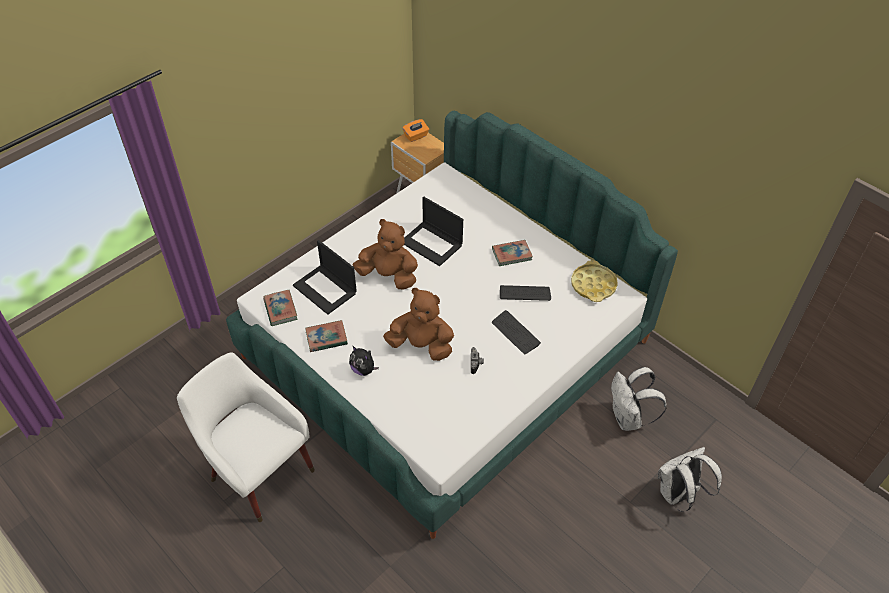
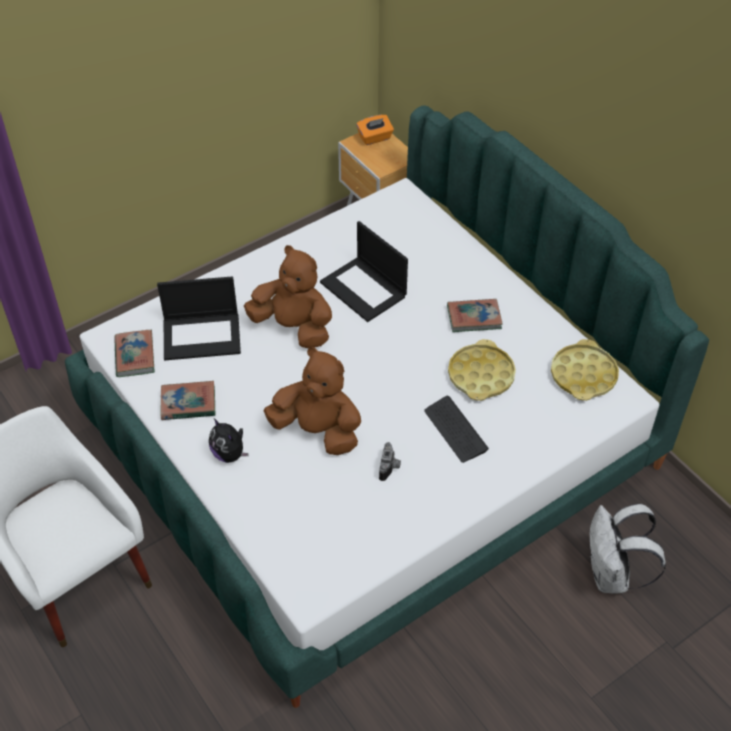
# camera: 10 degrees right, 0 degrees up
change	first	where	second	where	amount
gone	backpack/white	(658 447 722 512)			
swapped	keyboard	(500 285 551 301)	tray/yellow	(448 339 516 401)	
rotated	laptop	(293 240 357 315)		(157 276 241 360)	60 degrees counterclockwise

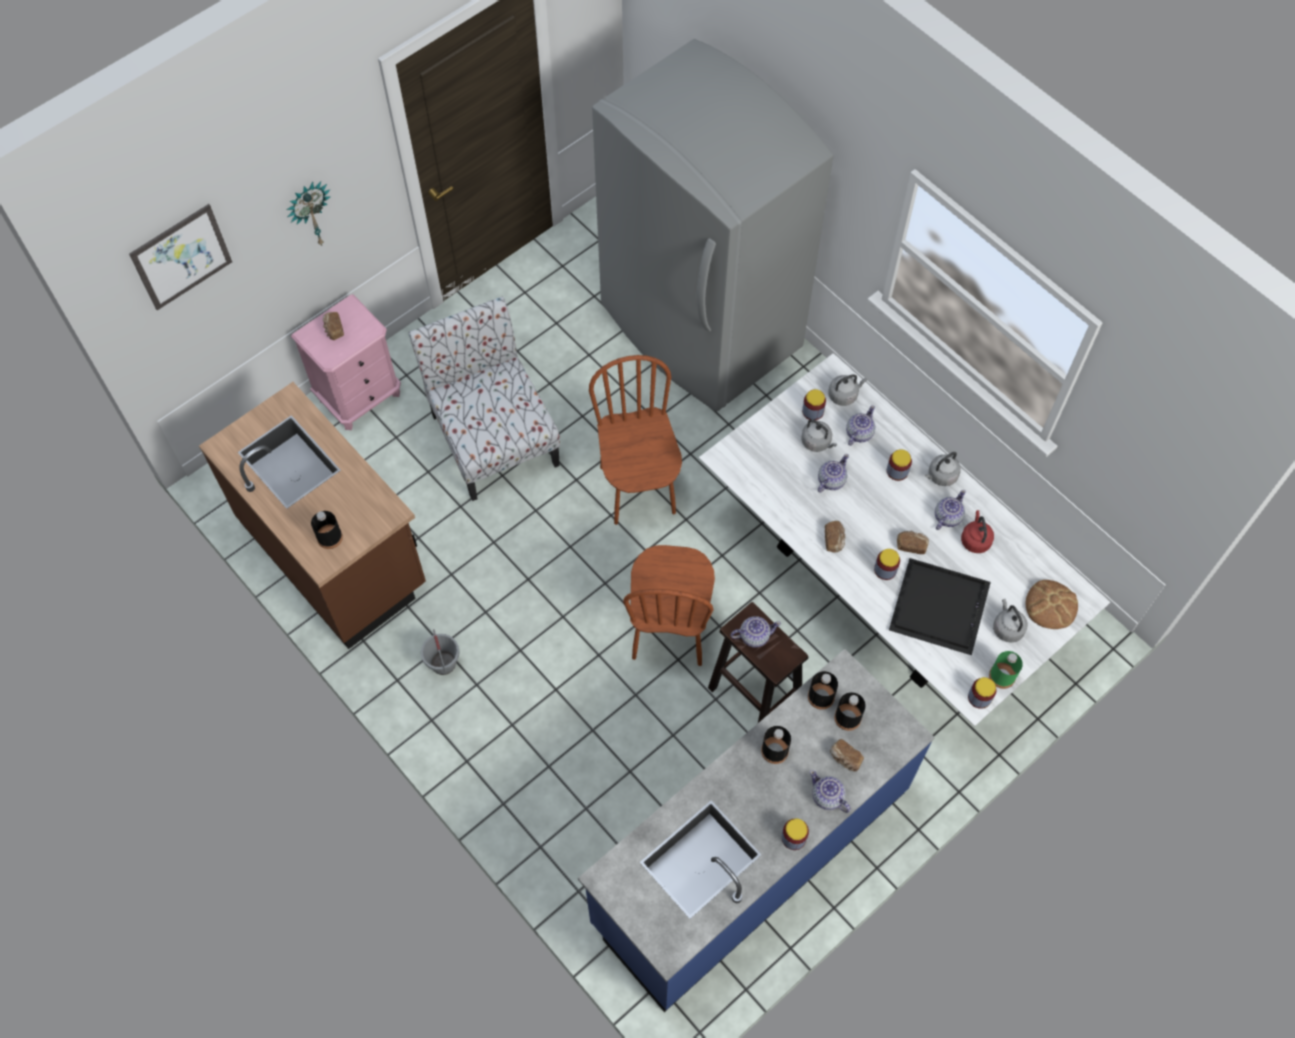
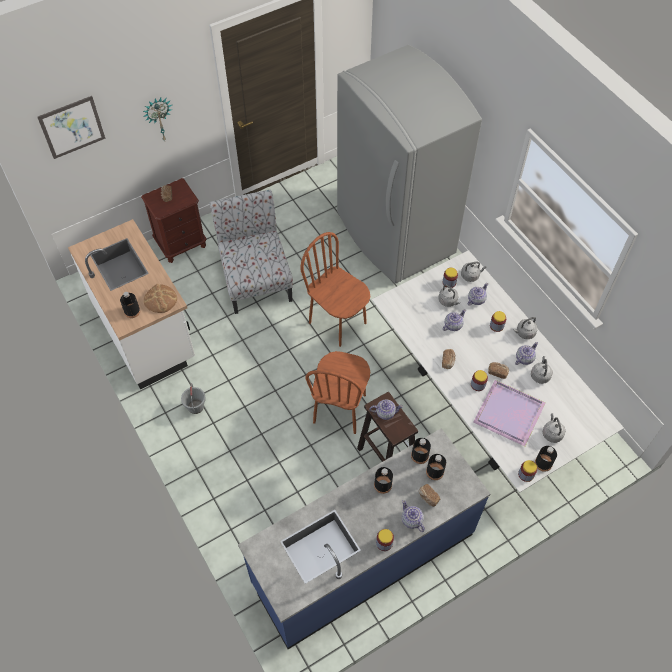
# camera: 10 degrees right, 5 degrees down
change	first	where	second	where	amount
shifted	bread	(1026 580 1078 629)		(144 284 177 313)	
repainted	counter/brown	(199 382 426 649)	counter/white	(68 219 195 389)	
repainted	nightstand/pink	(291 294 401 430)	nightstand/brown	(141 178 206 263)	
repainted	tray/black	(889 558 991 655)	tray/purple	(474 380 546 446)	
repainted	kettle/red	(961 510 994 553)	kettle/grey	(531 356 553 384)	
repainted	bottle/green	(989 651 1023 689)	bottle/black	(535 446 557 472)	
rotated	chair/brown	(589 355 682 525)		(300 232 370 347)	45 degrees counterclockwise

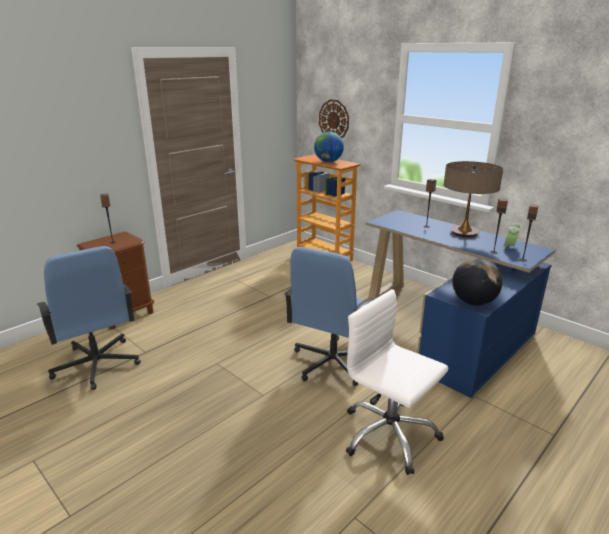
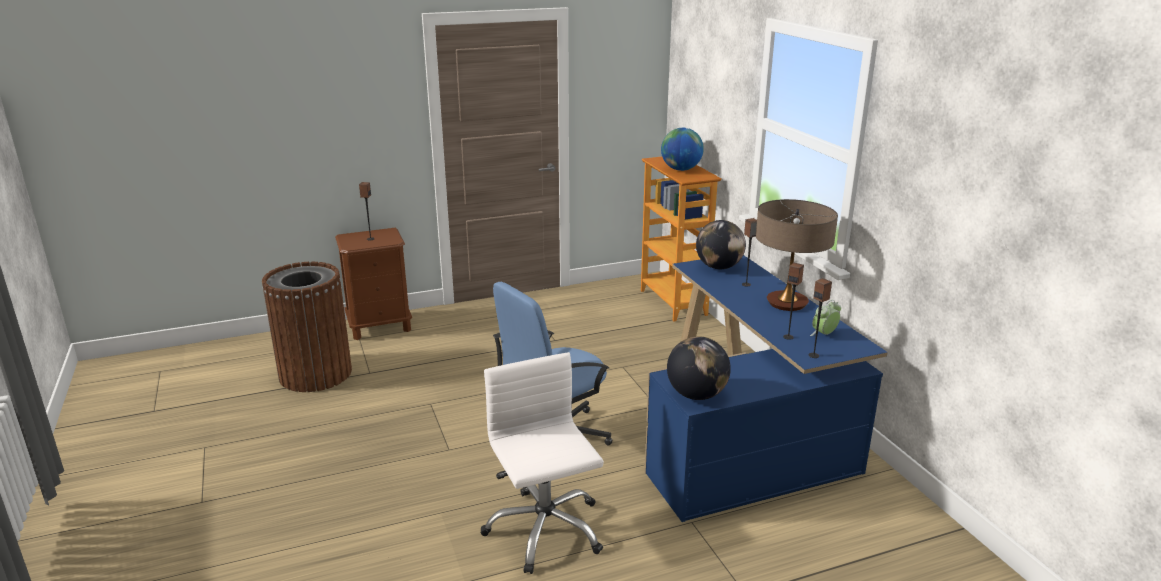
# camera: 25 degrees right, 0 degrees up
change	first	where	second	where	amount
gone	wall clock	(319 99 349 138)			
new			globe	(696 220 746 269)	
swapped	office chair/blue	(37 246 141 390)	trash can/brown	(262 262 352 392)	

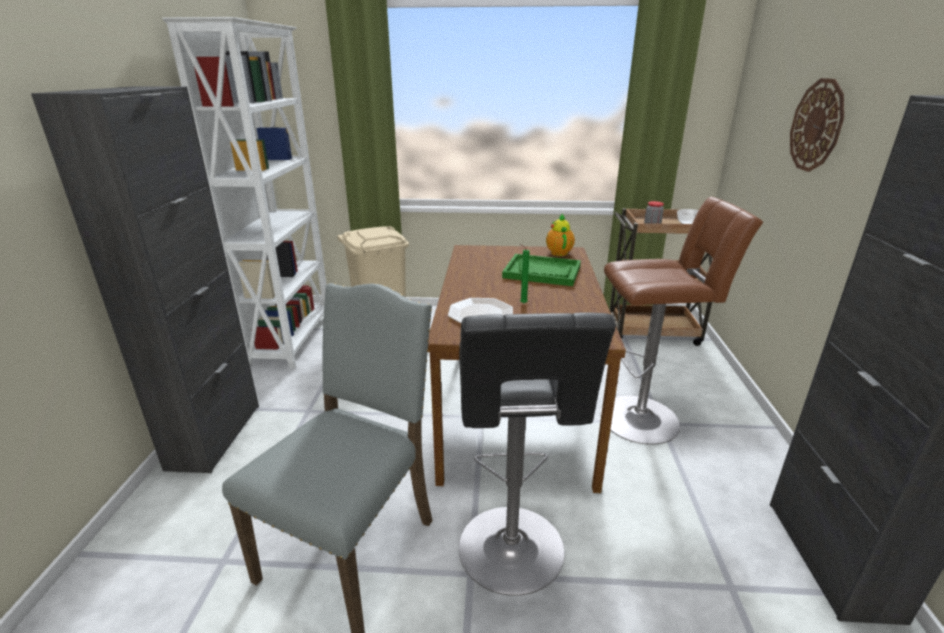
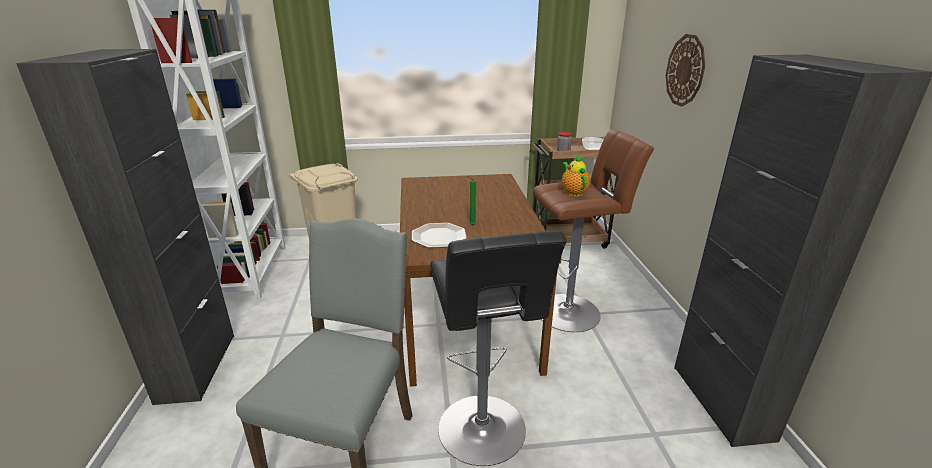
# camera: 10 degrees left, 0 degrees up
change	first	where	second	where	amount
gone	tray/green	(502 254 581 286)			
shifted	teapot	(546 214 575 256)		(562 154 590 196)	

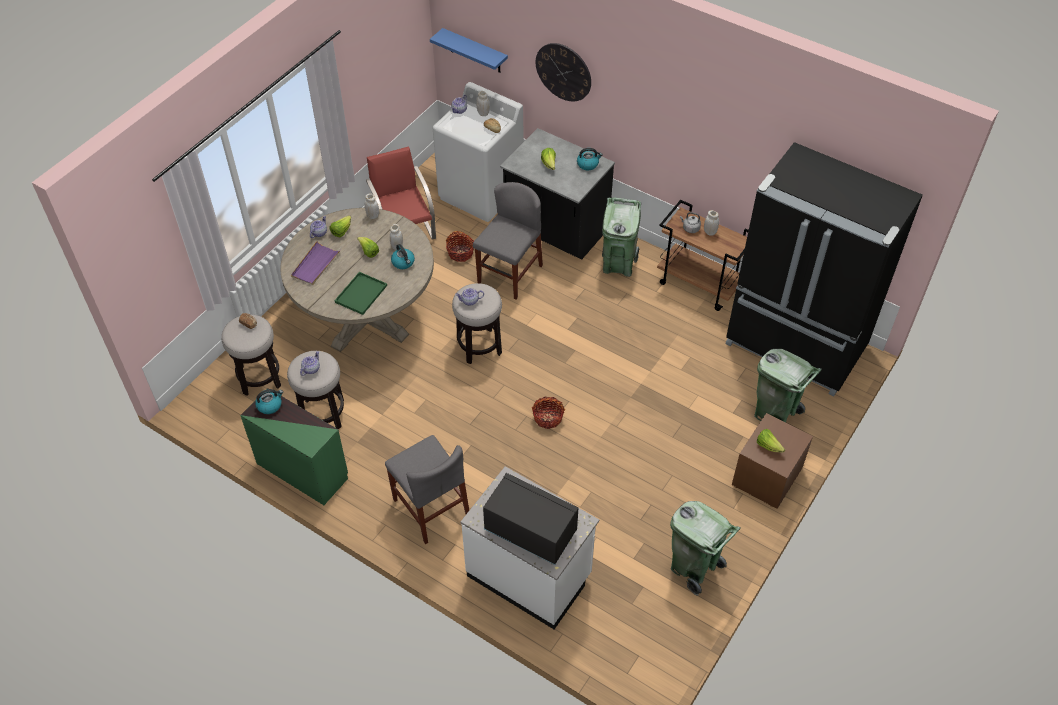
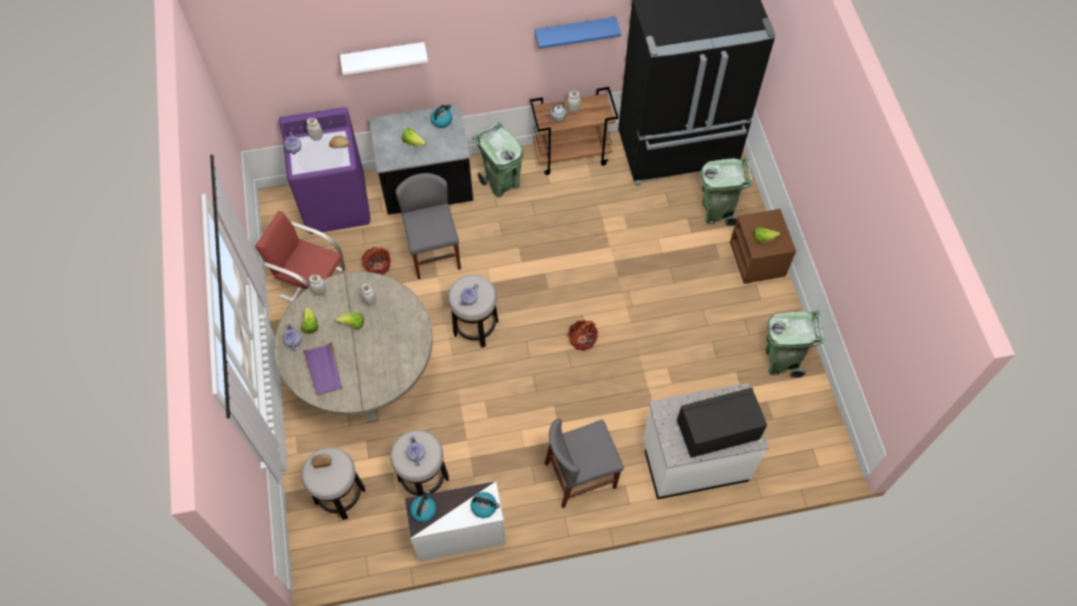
# camera: 45 degrees left, 10 degrees up
change	first	where	second	where	amount
gone	tray/green	(335 272 387 315)			
shifted	kettle	(391 244 415 269)		(470 492 500 518)	
shifted	shelf/blue	(430 28 508 73)		(535 17 621 49)	
swapped	wall clock	(536 43 591 101)	shelf/white	(340 42 428 75)	
repainted	dresser/green	(240 388 348 505)	dresser/white	(405 481 506 562)	
repainted	washing machine/white	(433 82 524 222)	washing machine/purple	(279 107 371 234)	
rotated	chair/grey	(385 435 469 544)		(545 419 624 508)	150 degrees clockwise

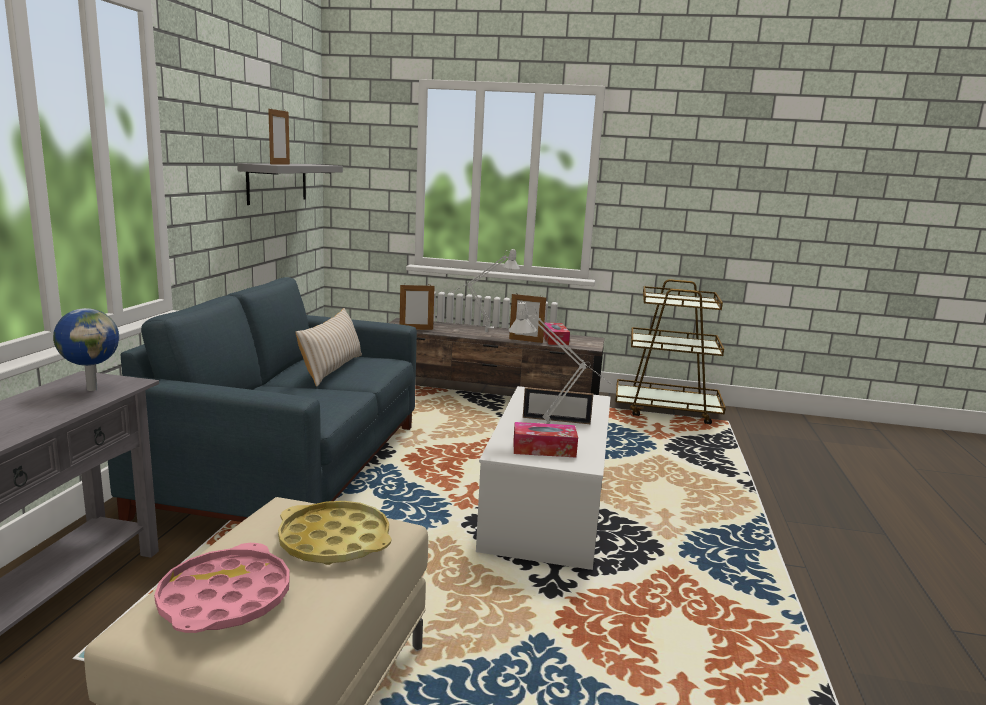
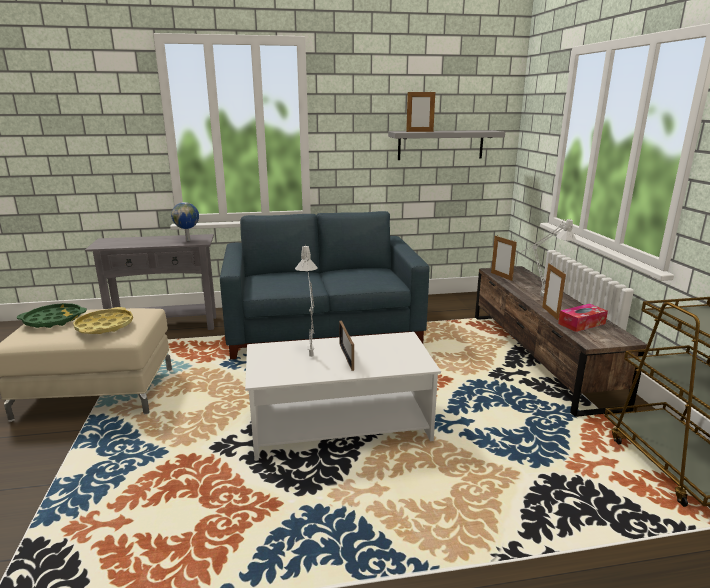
# camera: 70 degrees right, 5 degrees up
change	first	where	second	where	amount
gone	pillow/beige	(295 308 362 387)			
gone	tissue box	(513 422 578 457)			
repainted	tray/pink	(154 543 290 633)	tray/green	(17 303 87 328)	

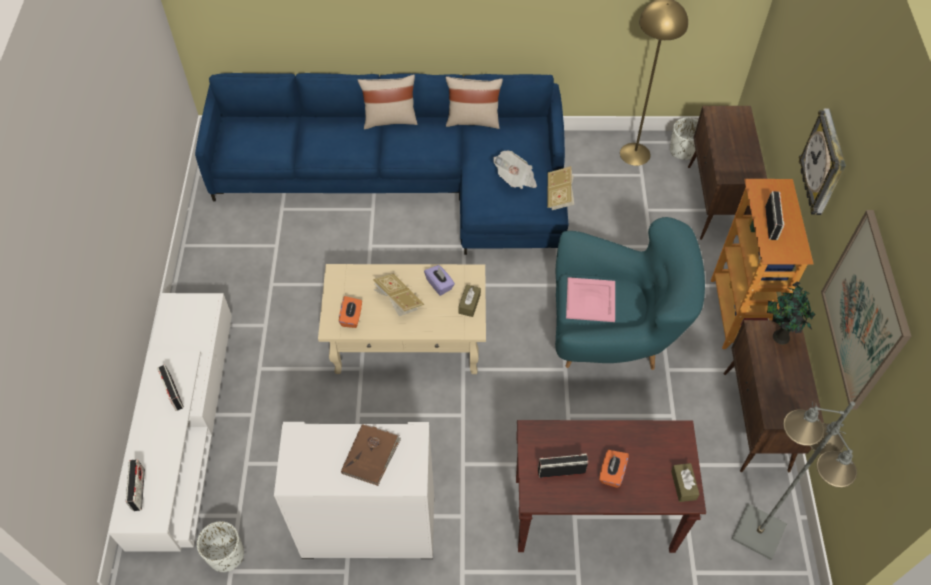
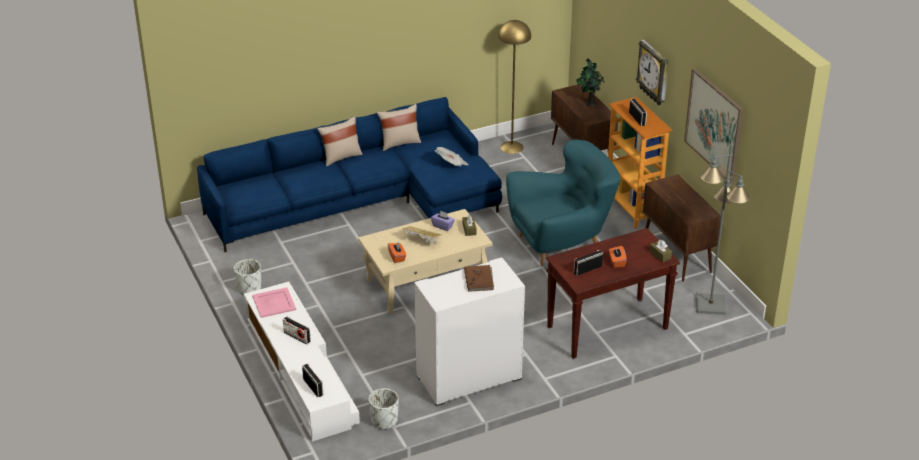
# camera: 25 degrees left, 20 degrees down
change	first	where	second	where	amount
gone	book	(547 166 574 210)			
shifted	tray/pink	(566 277 615 322)		(252 287 296 318)	
shifted	planter/white	(670 117 698 160)		(234 259 261 295)	
shifted	potted plant	(767 281 816 344)		(576 58 605 107)	

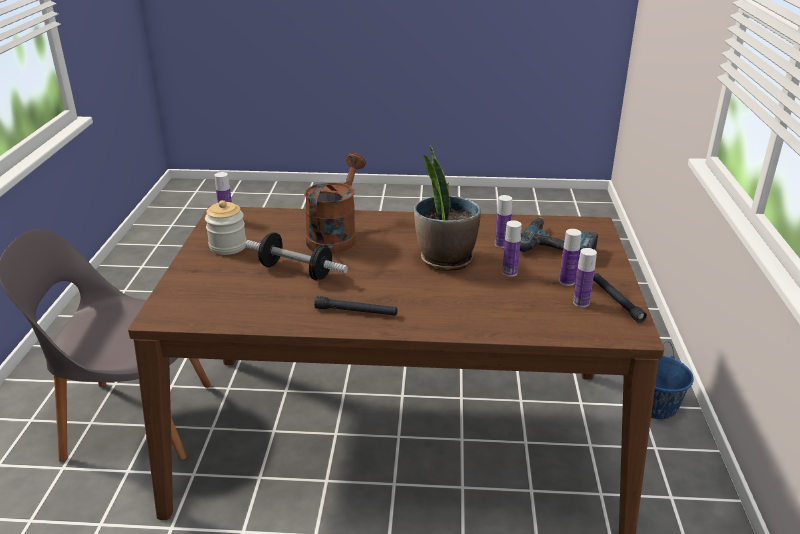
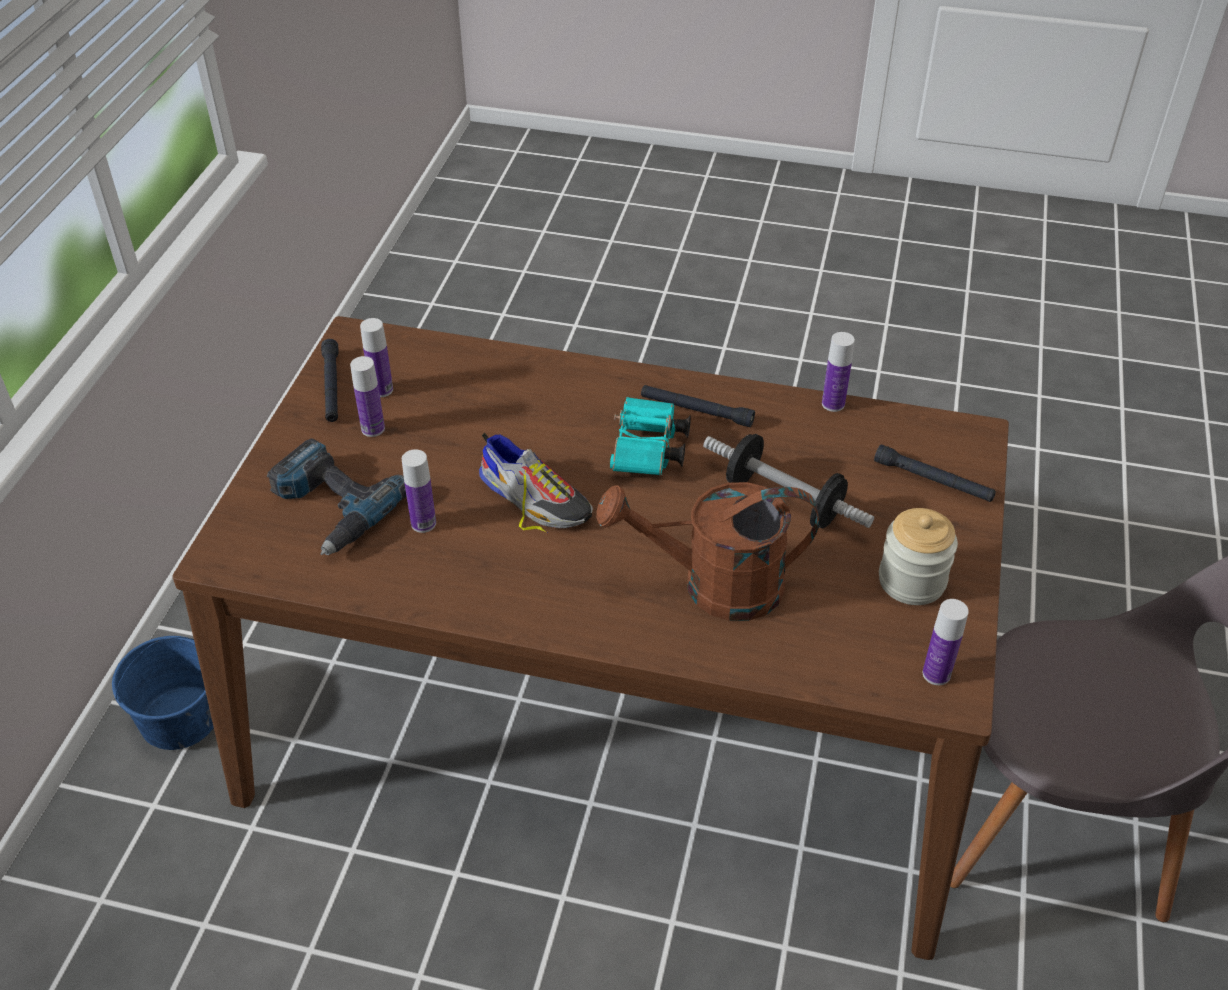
# camera: 170 degrees left, 15 degrees up
change	first	where	second	where	amount
new			binoculars/turquoise	(610 397 691 476)	
new			flashlight/black	(874 444 996 502)	
shifted	bottle	(502 220 522 277)		(822 332 855 412)	
swapped	potted plant	(414 145 481 271)	shoe	(479 433 593 534)	
rotated	watering can/brown	(304 153 366 254)		(596 482 819 621)	60 degrees clockwise

